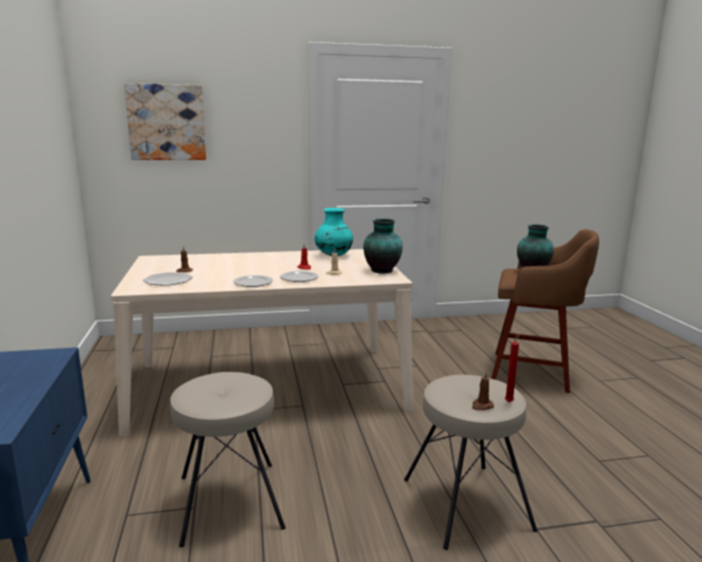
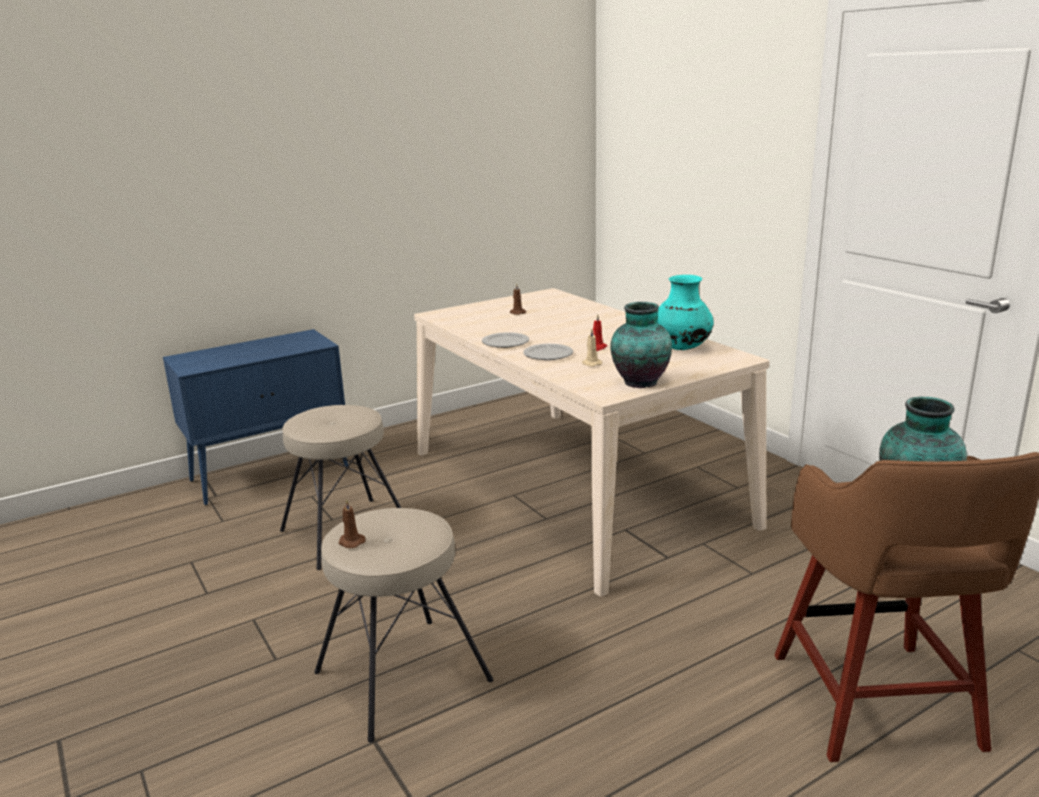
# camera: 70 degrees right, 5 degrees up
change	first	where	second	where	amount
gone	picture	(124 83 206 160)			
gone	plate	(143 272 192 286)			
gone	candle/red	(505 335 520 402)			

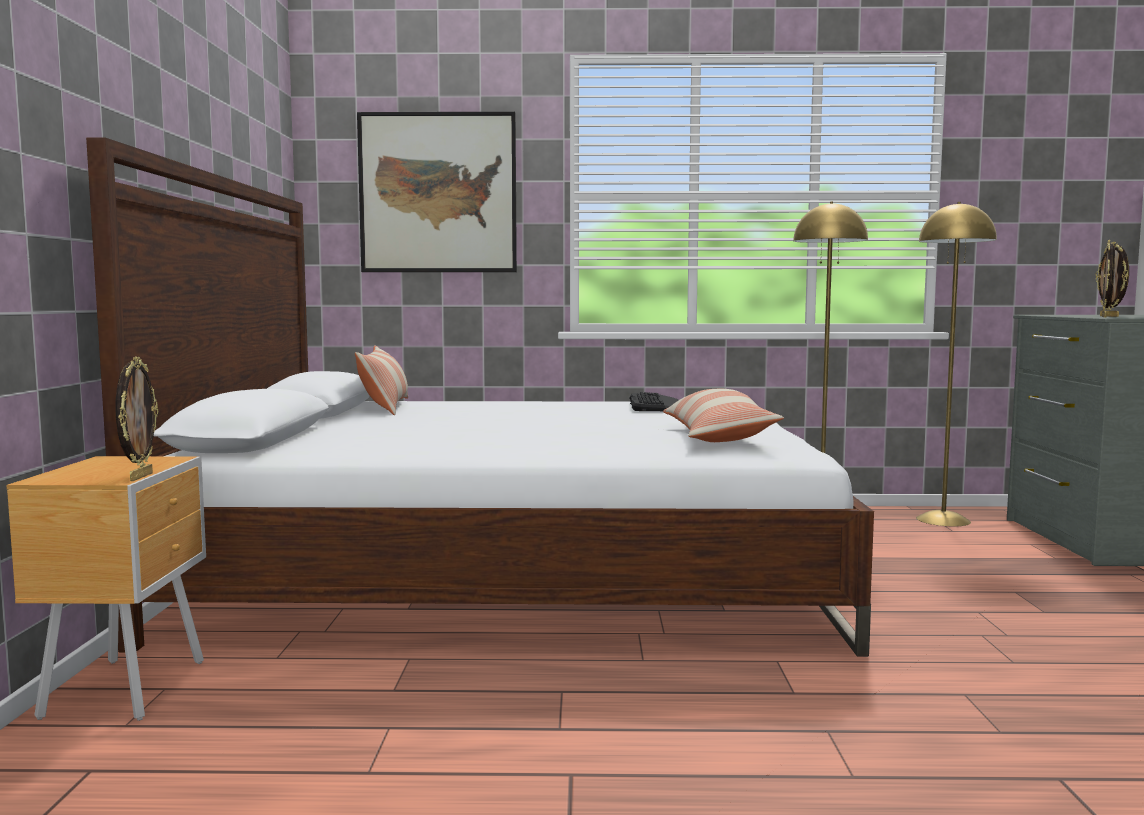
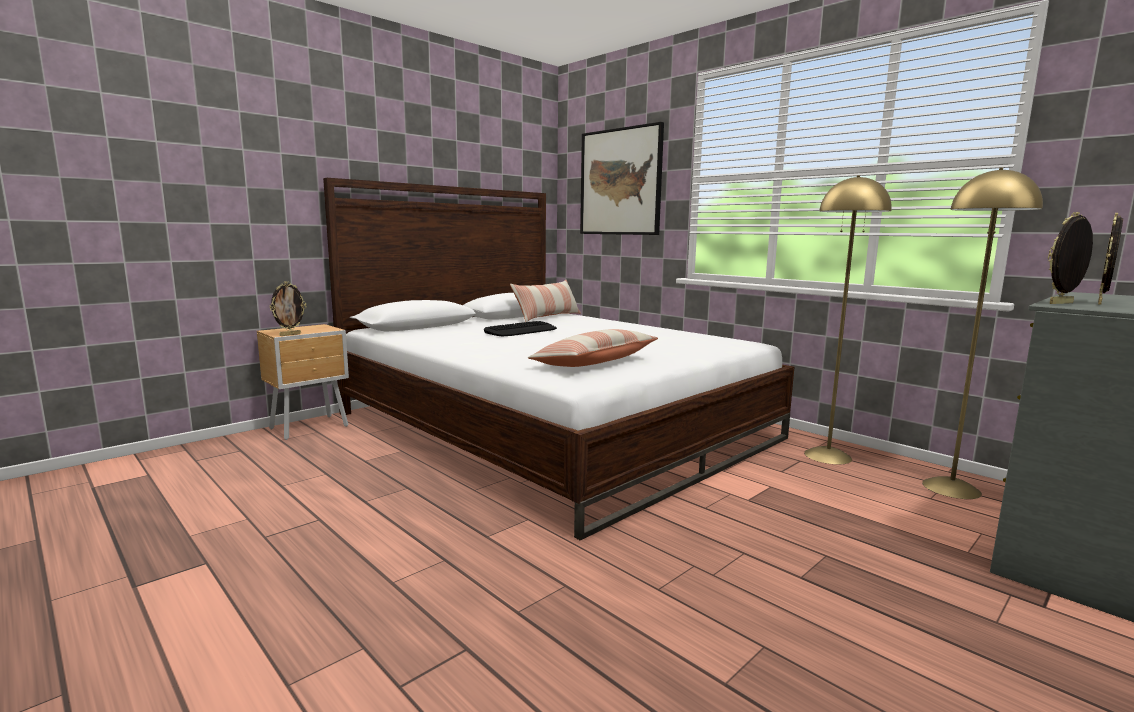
# camera: 45 degrees right, 5 degrees up
change	first	where	second	where	amount
shifted	keyboard	(629 392 679 411)		(484 321 557 337)	

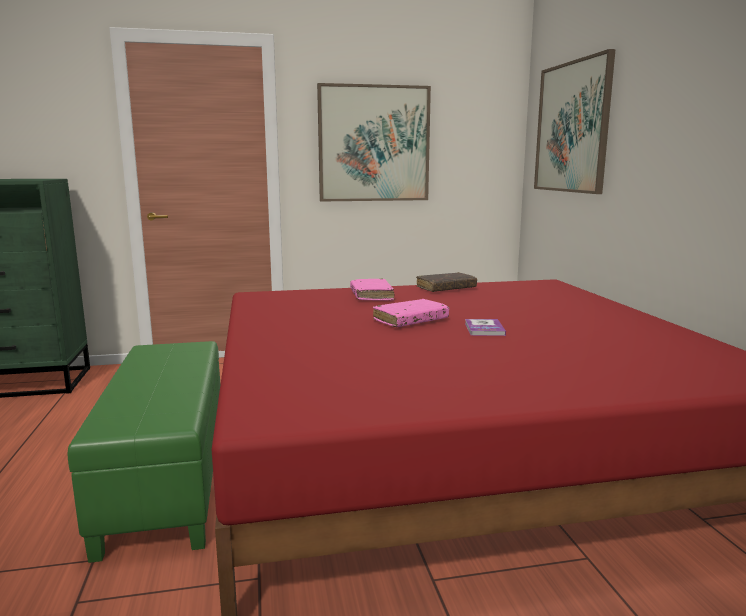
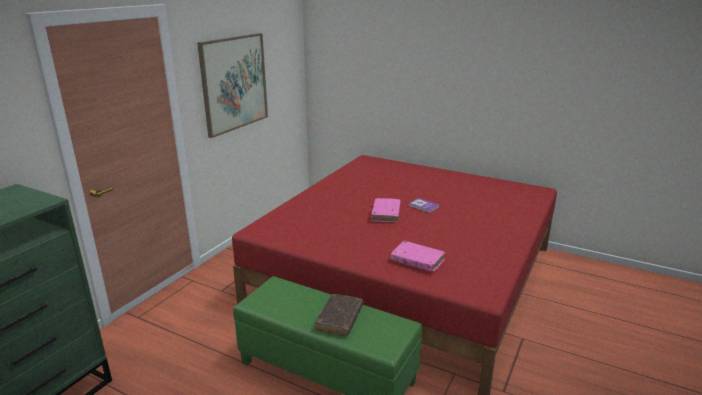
# camera: 50 degrees left, 10 degrees up
change	first	where	second	where	amount
gone	picture	(534 49 616 194)			
shifted	book/pink	(350 278 394 301)		(391 241 445 272)	
shifted	book/brown	(416 272 477 292)		(315 294 363 336)	

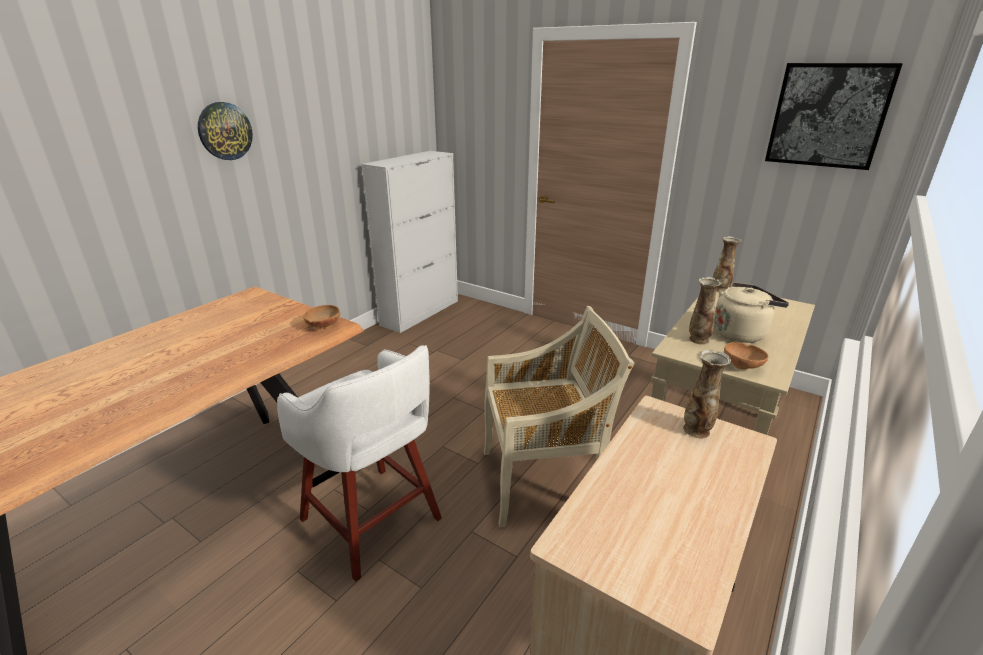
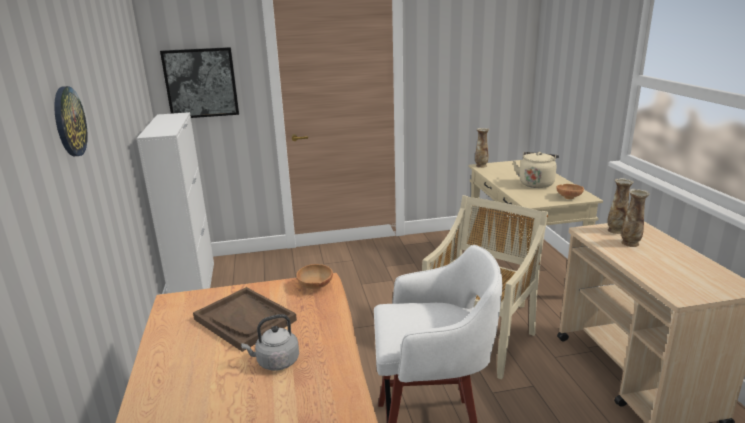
# camera: 45 degrees left, 5 degrees down
change	first	where	second	where	amount
new			tray/brown	(193 287 297 352)	
new			kettle/grey	(241 314 299 371)	
shifted	vase	(689 277 722 344)		(621 189 650 247)	
shifted	picture	(765 63 903 170)		(160 47 239 118)	

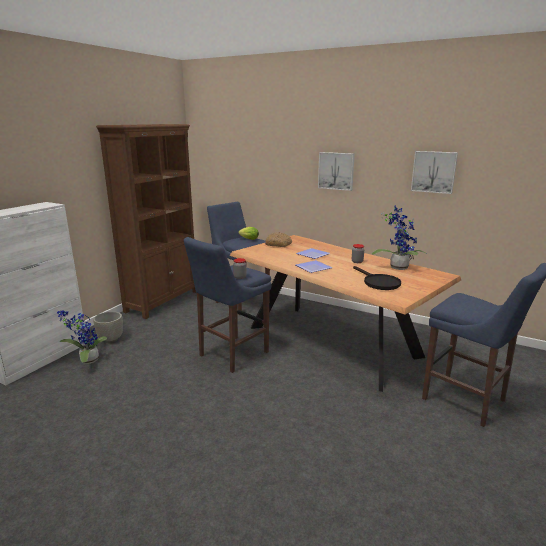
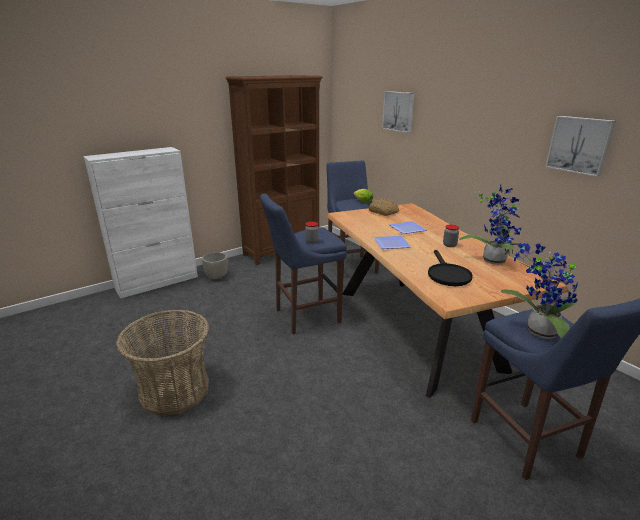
# camera: 25 degrees right, 5 degrees up
change	first	where	second	where	amount
new			basket	(116 310 210 416)	
shifted	potted plant	(57 310 107 364)		(501 243 578 339)	
shifted	picture	(318 152 355 191)		(382 91 414 133)	

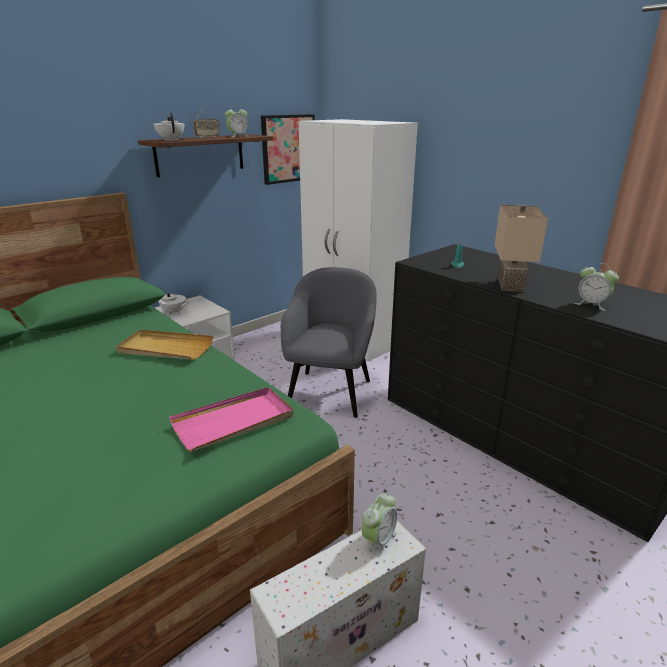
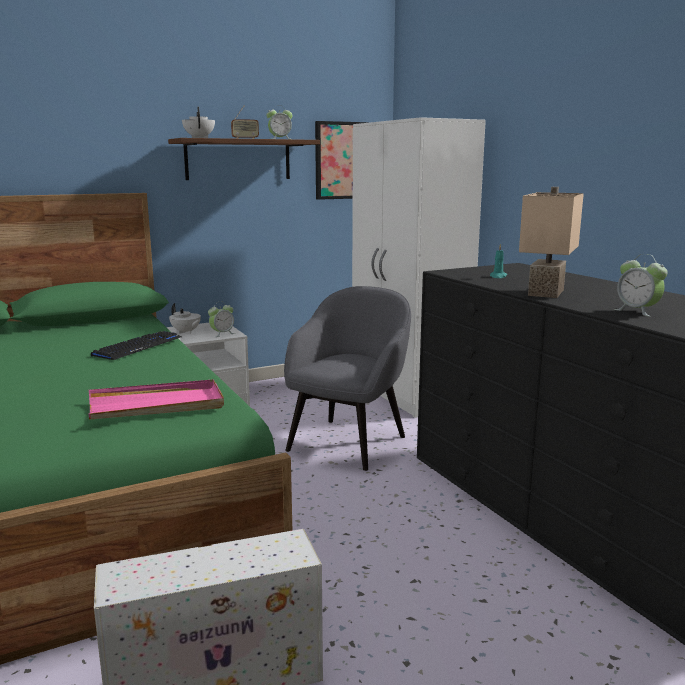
# camera: 15 degrees right, 10 degrees down
change	first	where	second	where	amount
shifted	alarm clock	(362 493 397 558)		(208 302 235 337)	
swapped	tray/beige	(116 330 213 360)	keyboard	(91 331 181 360)	

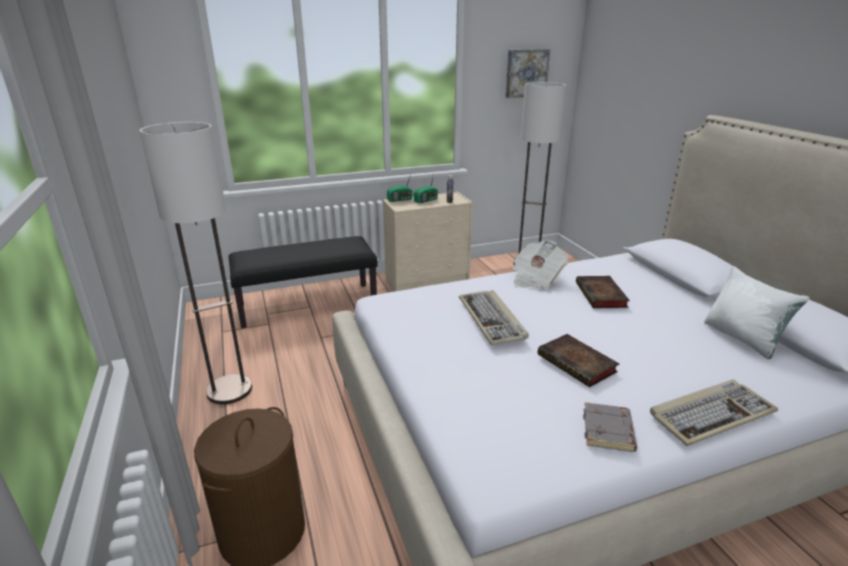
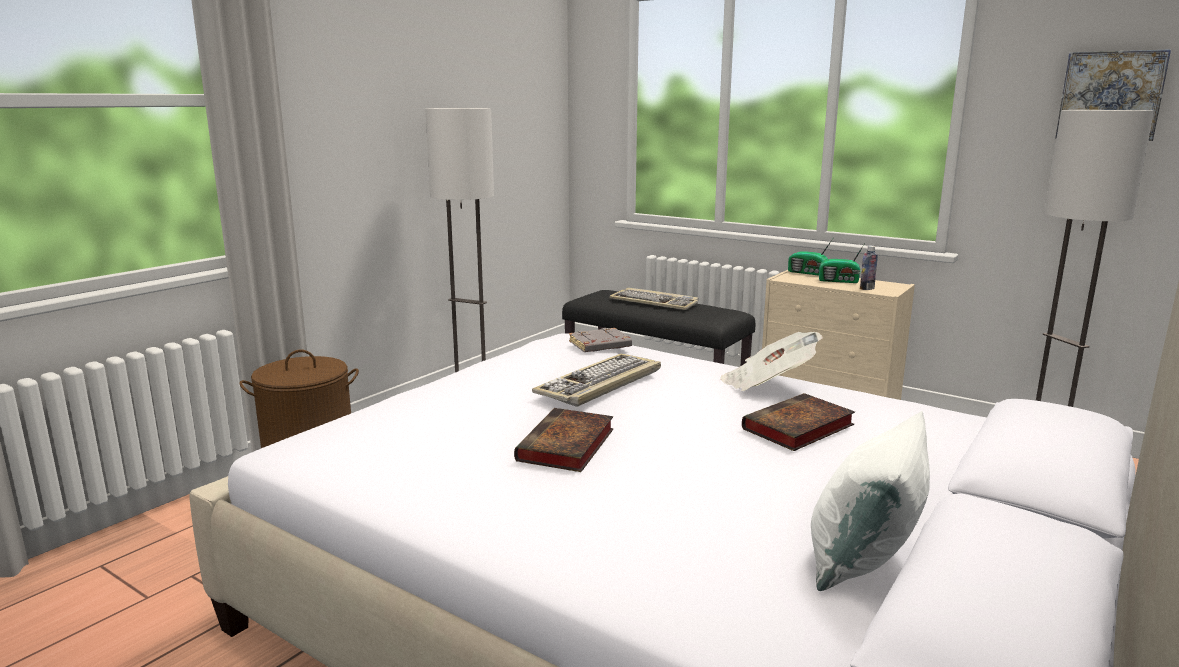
# camera: 55 degrees right, 10 degrees down
change	first	where	second	where	amount
shifted	book/grey	(583 402 637 452)		(569 328 632 352)	
shifted	keyboard	(650 379 778 446)		(609 288 698 310)	

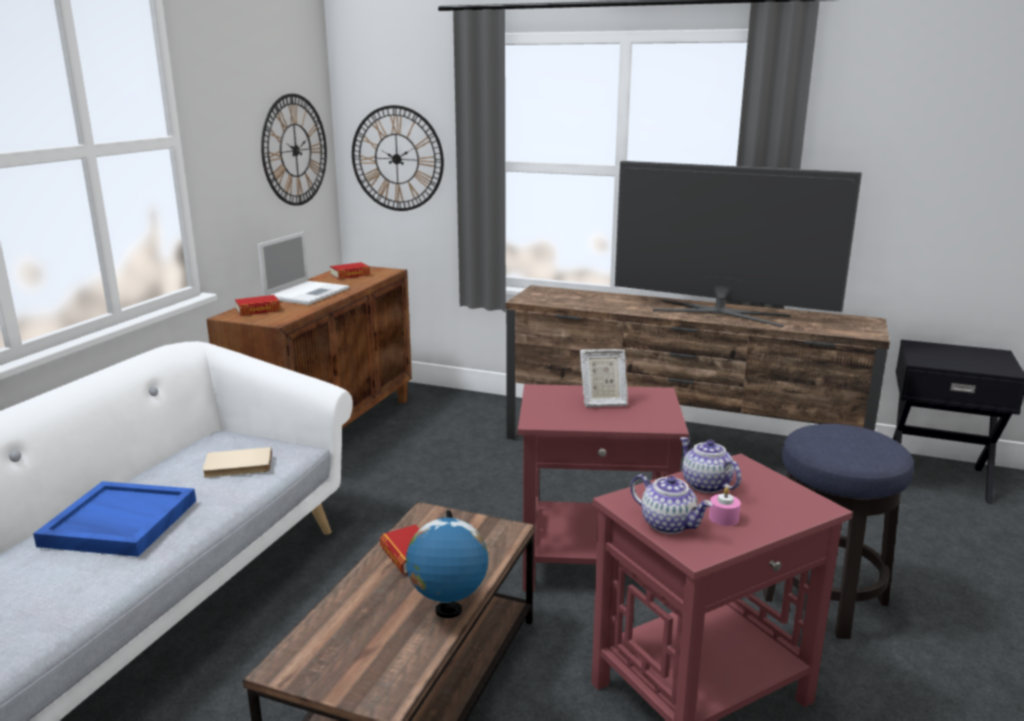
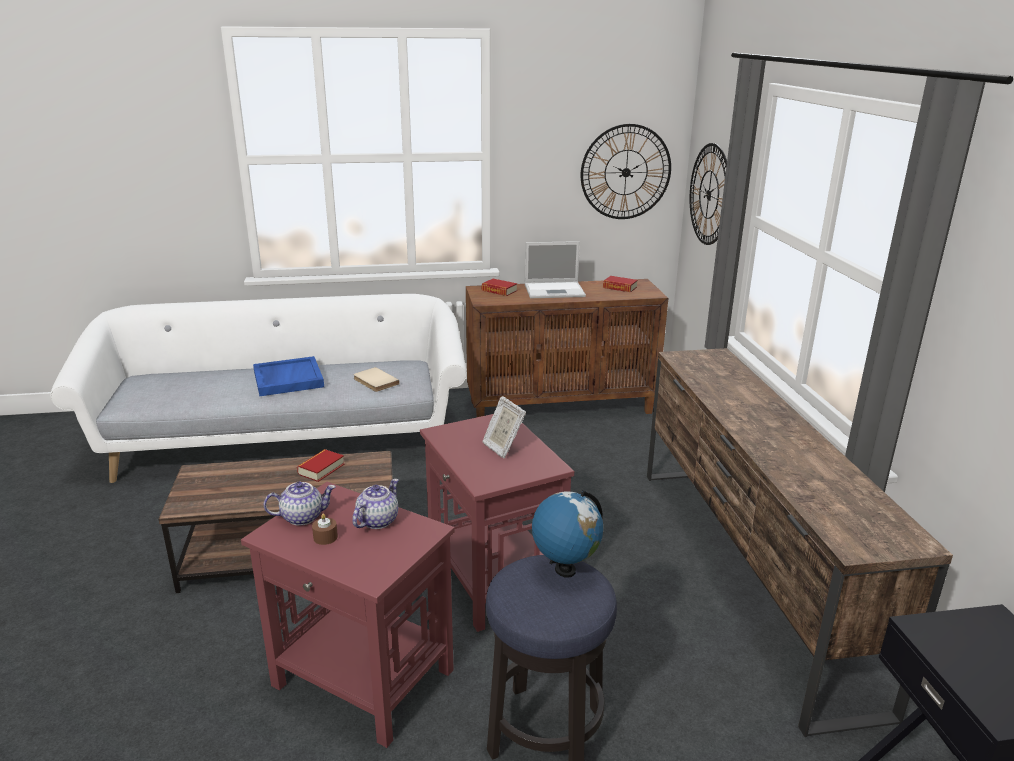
# camera: 60 degrees right, 5 degrees up
change	first	where	second	where	amount
gone	television	(615 161 862 327)			
shifted	globe	(406 510 488 618)		(532 490 603 578)	
repainted	candle/pink	(709 487 741 526)	candle/brown	(312 513 338 545)	
rotated	teapot	(630 474 713 534)		(264 482 336 526)	120 degrees counterclockwise

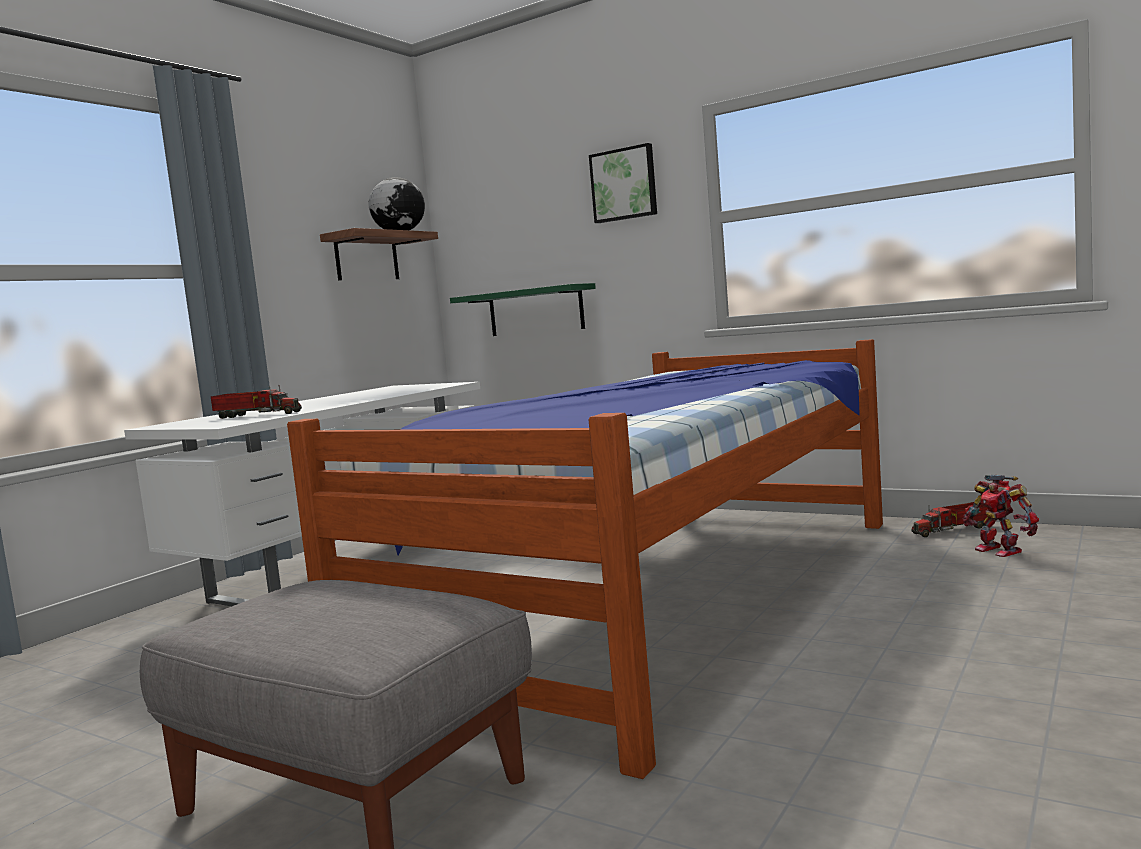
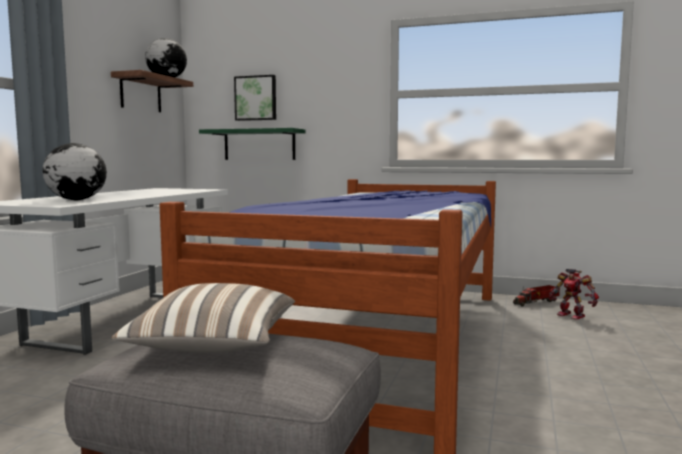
# camera: 15 degrees left, 0 degrees up
change	first	where	second	where	amount
new			pillow	(112 283 295 353)	
shifted	picture	(589 143 657 223)		(234 75 276 121)	
swapped	toy truck	(211 385 302 419)	globe	(42 143 107 200)	

